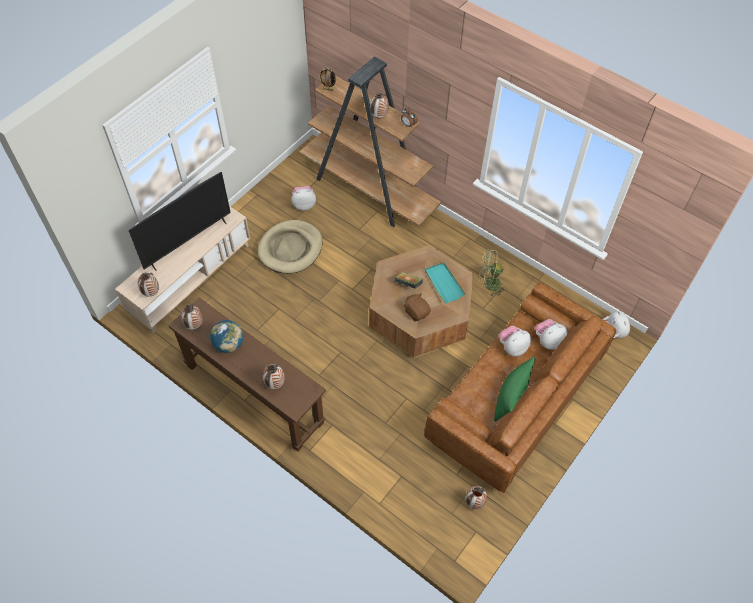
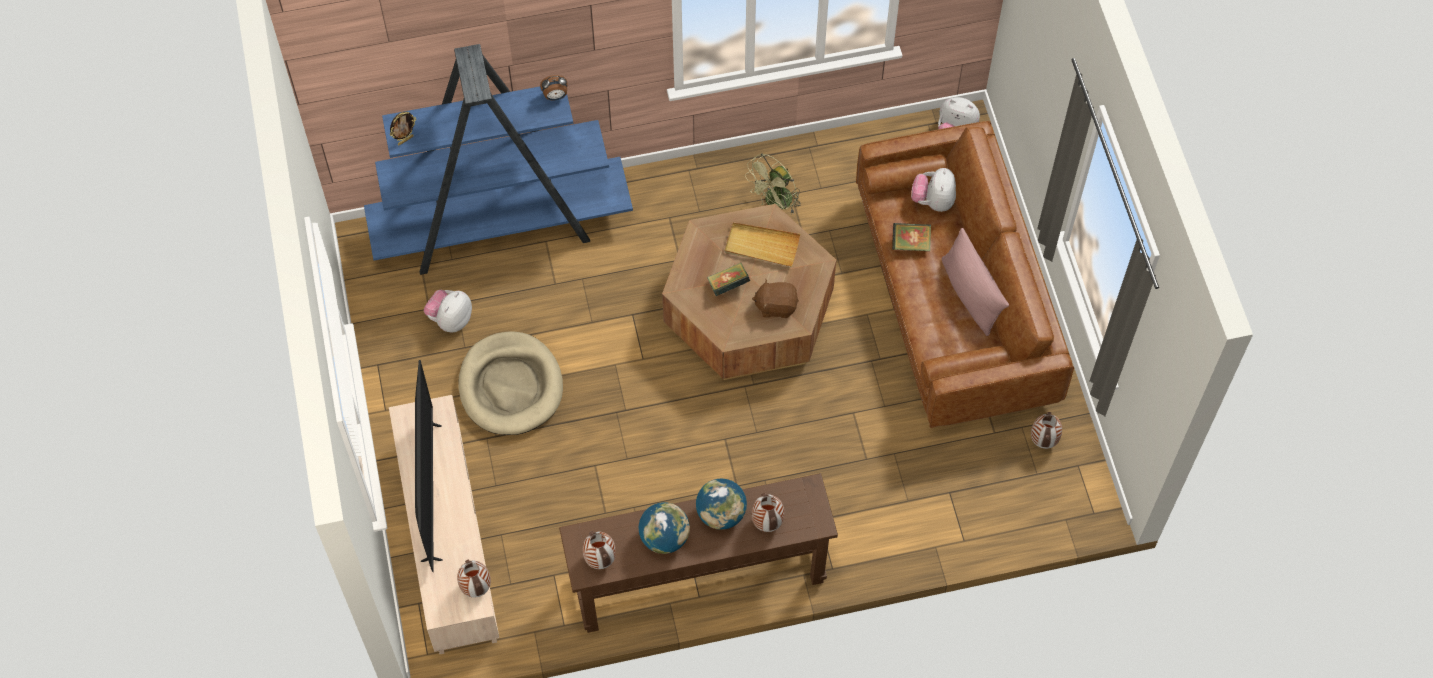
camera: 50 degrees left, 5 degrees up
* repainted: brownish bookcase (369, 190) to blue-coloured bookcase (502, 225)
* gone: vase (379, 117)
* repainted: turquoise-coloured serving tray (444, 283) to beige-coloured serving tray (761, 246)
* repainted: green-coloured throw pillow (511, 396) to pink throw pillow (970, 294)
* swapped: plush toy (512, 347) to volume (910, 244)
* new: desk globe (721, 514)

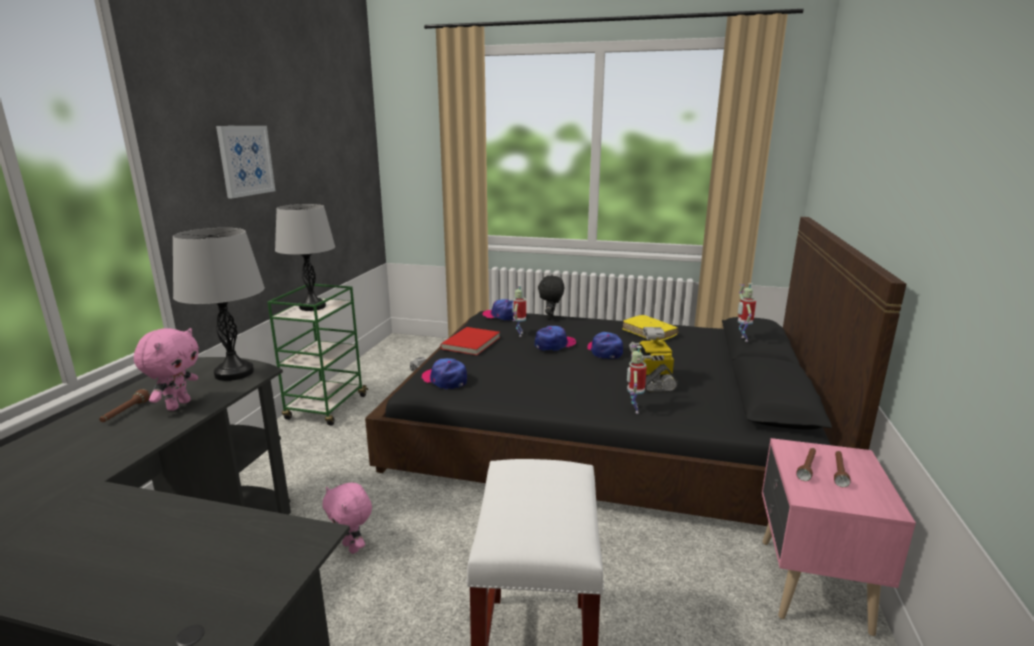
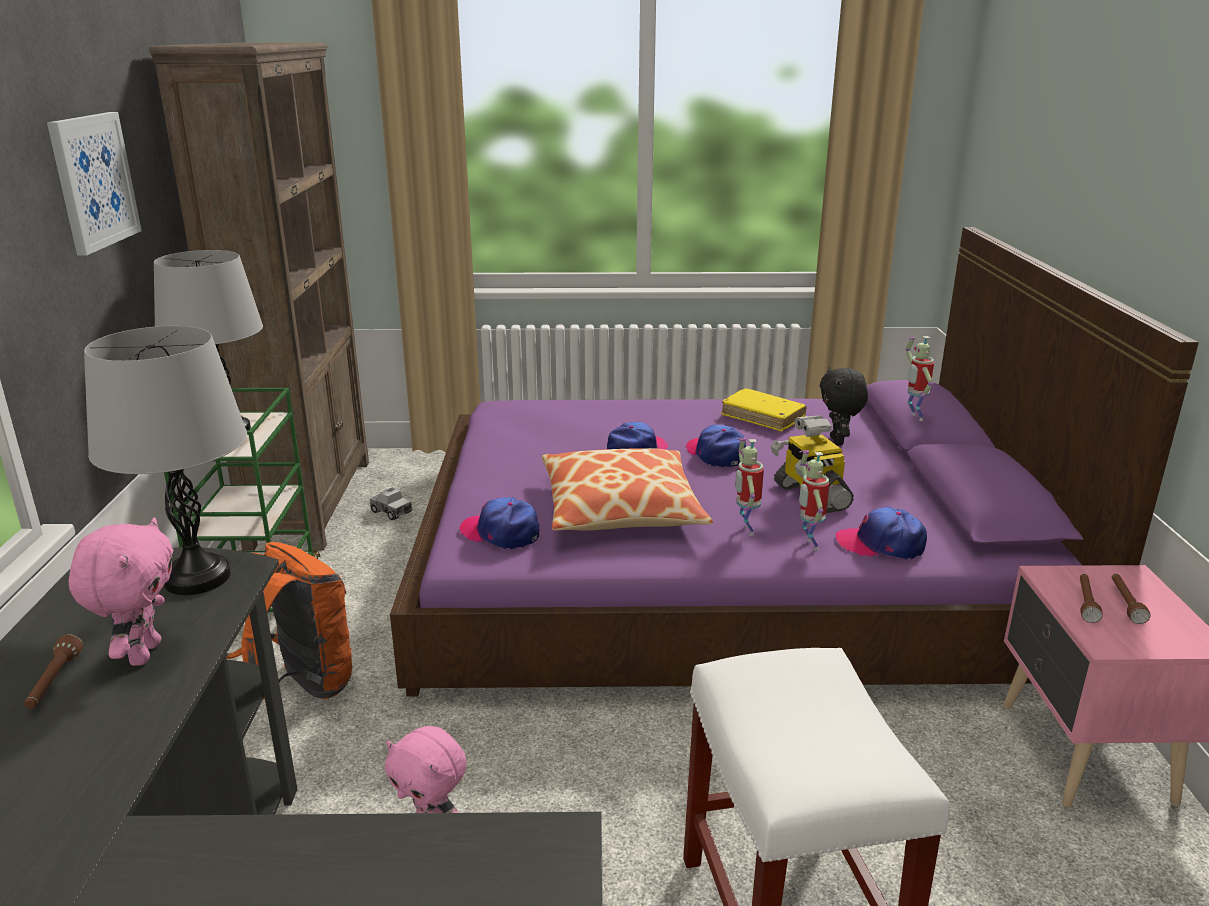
camera: 15 degrees left, 5 degrees up
* repainted: black sleeping bed (605, 427) to purple sleeping bed (723, 568)
* gone: red-coloured volume (472, 343)
* shifted: baseball cap (502, 315) to (881, 544)
* shifted: model robot (519, 334) to (745, 530)
* shifted: black plush toy (551, 318) to (838, 441)
* new: brownish bookcase (312, 502)
* new: orangey rucksack (300, 686)
* new: throw pillow (621, 508)

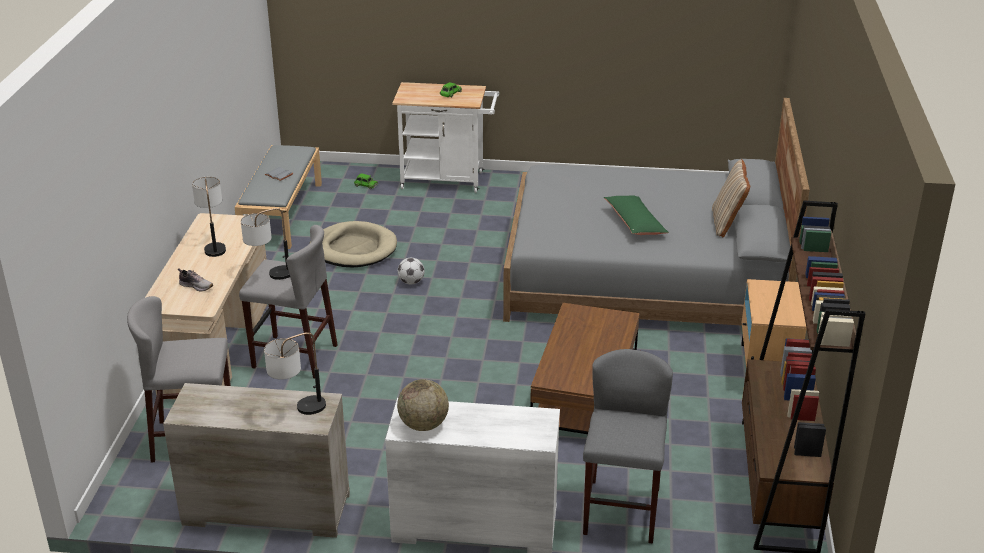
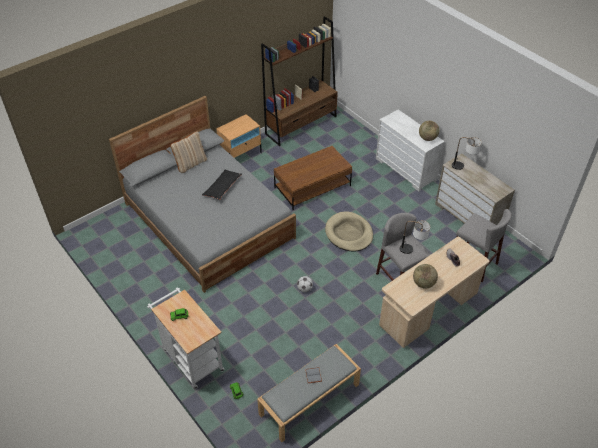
camera: 135 degrees left, 15 degrees up
* swapped: table lamp (214, 244) to desk globe (423, 283)
* shifted: beige-coloured dog cushion (353, 249) to (349, 233)
* gone: greyish sitting stool (621, 511)
* repainted: green-coloured throw pillow (635, 223) to black throw pillow (222, 188)

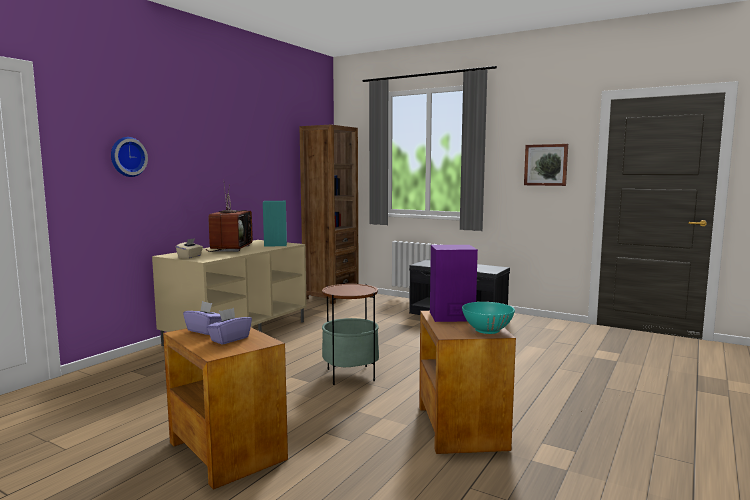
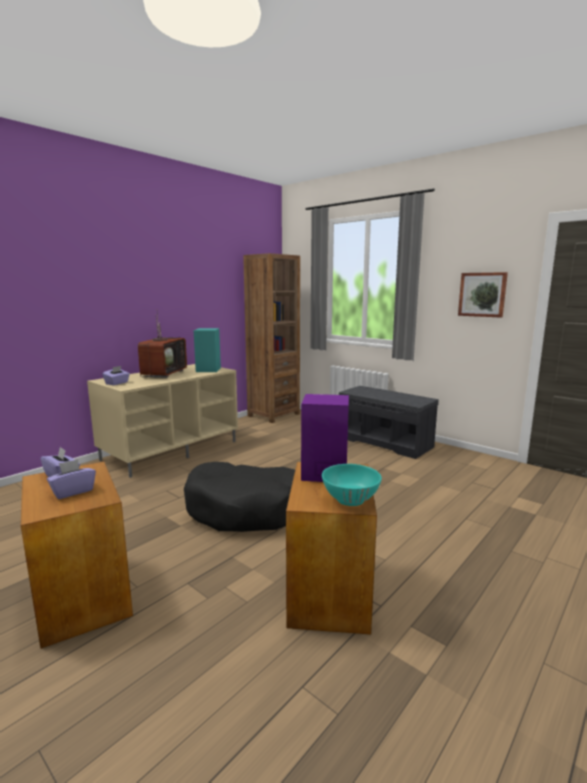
camera: 10 degrees right, 5 degrees up
* gone: wall clock (127, 157)
* repainted: beige-coloured tissue holder (190, 257) to purple tissue holder (117, 383)
* swapped: side table (350, 375) to black dog cushion (247, 509)

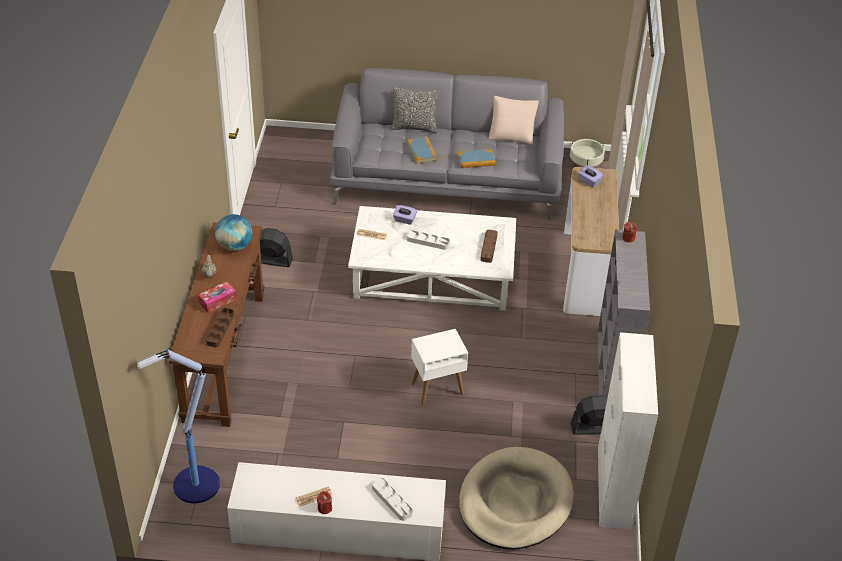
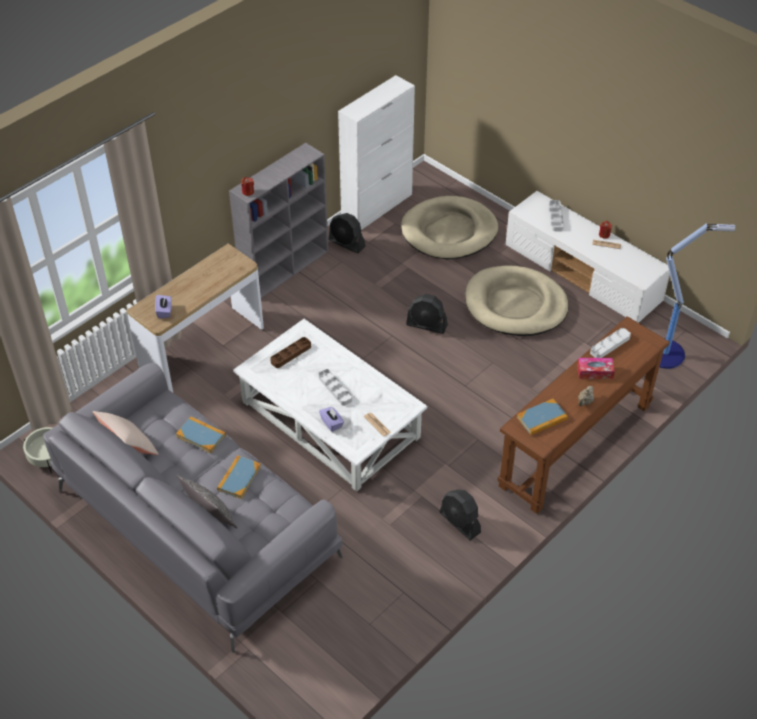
camera: 140 degrees left, 5 degrees up
* repainted: brownish serving tray (220, 329) to greyish serving tray (610, 345)
* swapped: desk globe (234, 246) to volume (542, 418)
* swapped: whitish side table (436, 389) to black electric fan (427, 325)
* new: beige-coloured dog cushion (515, 305)

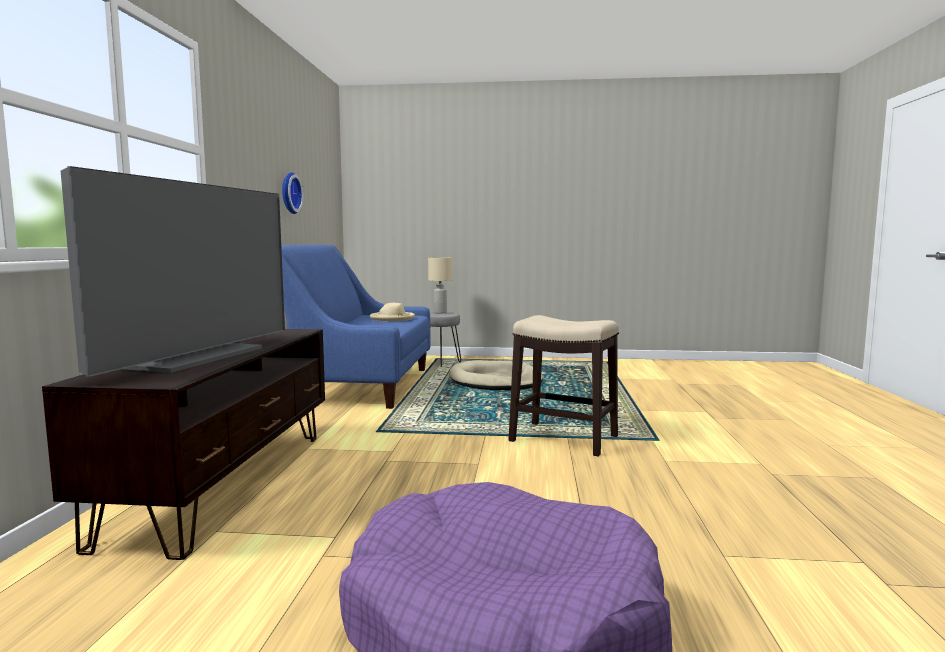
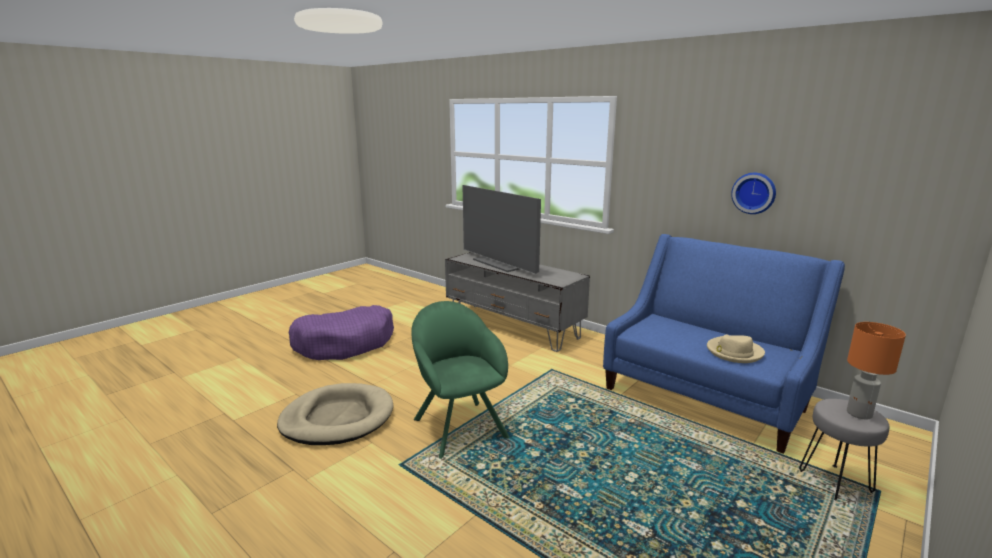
camera: 125 degrees right, 10 degrees up
* repainted: brownish tv stand (225, 483) to greyish tv stand (513, 326)
* repainted: beige-coloured table lamp (440, 312) to orangey table lamp (860, 414)
* shifted: beige-coloured dog cushion (495, 381) to (337, 418)
* swapped: sitting stool (562, 438) to green-coloured armchair (458, 425)

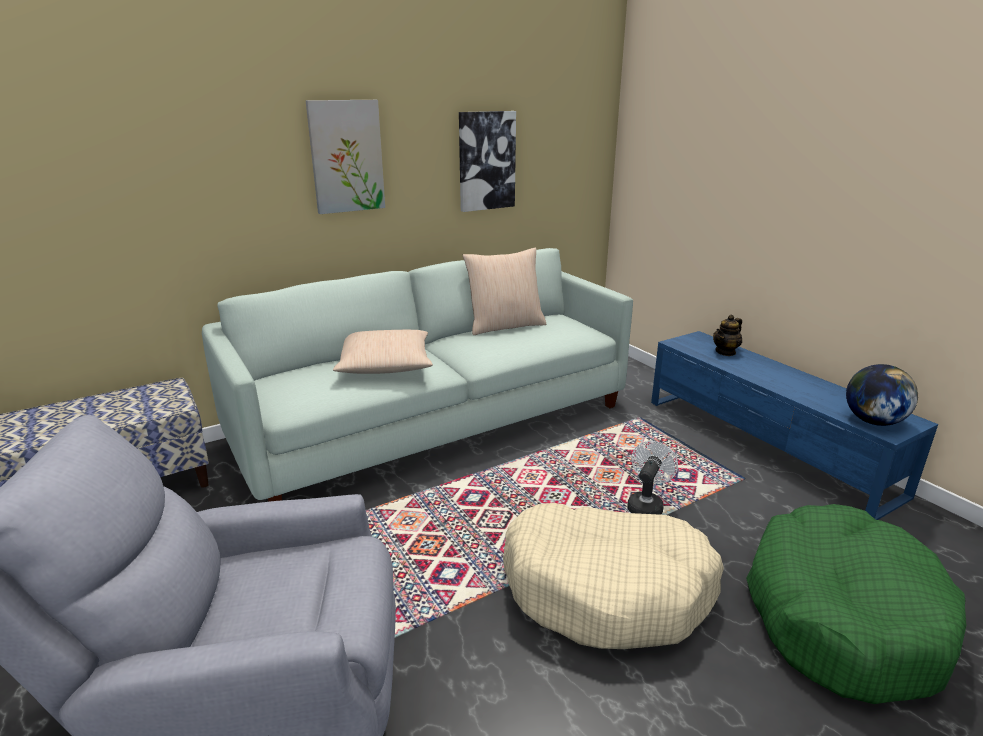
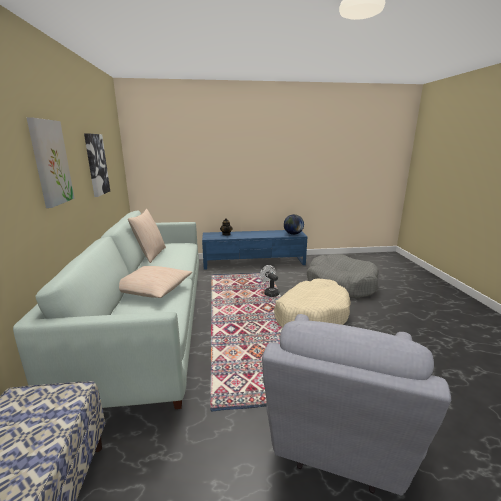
camera: 65 degrees left, 5 degrees down
* repainted: green-coloured dog cushion (841, 616) to greyish dog cushion (341, 284)

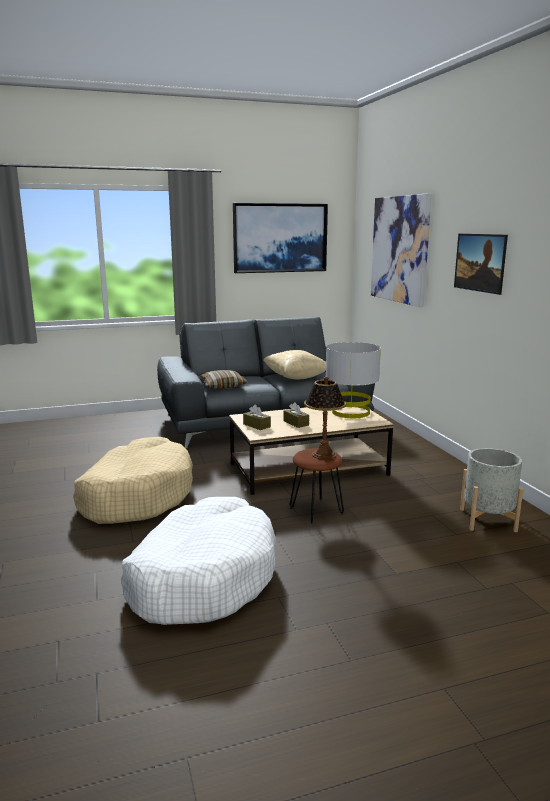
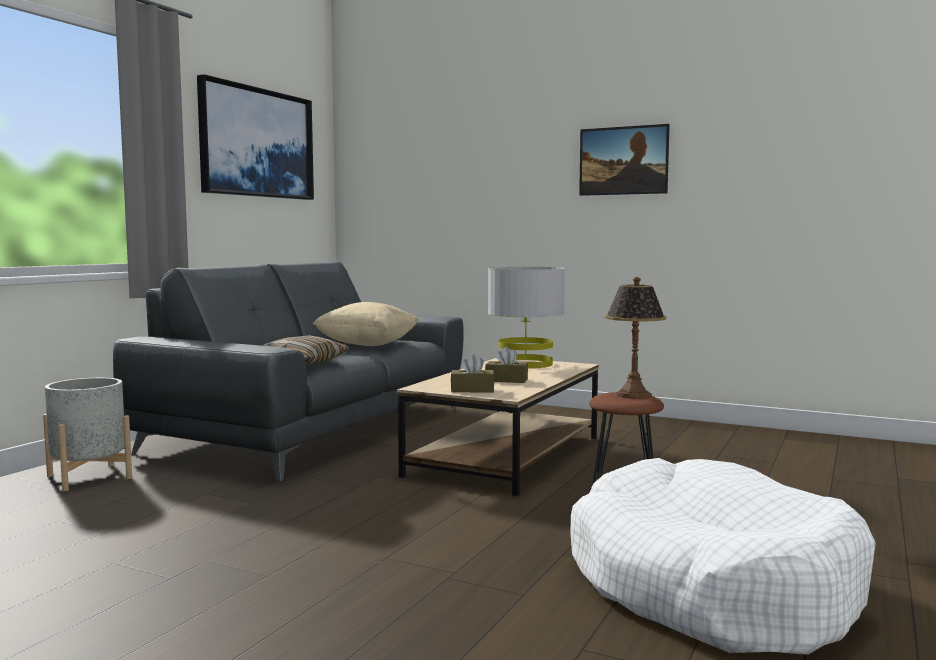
camera: 45 degrees left, 10 degrees down
* gone: beige-coloured dog cushion (136, 495)
* gone: picture (400, 249)
* shifted: greyish planter (487, 520) to (89, 477)

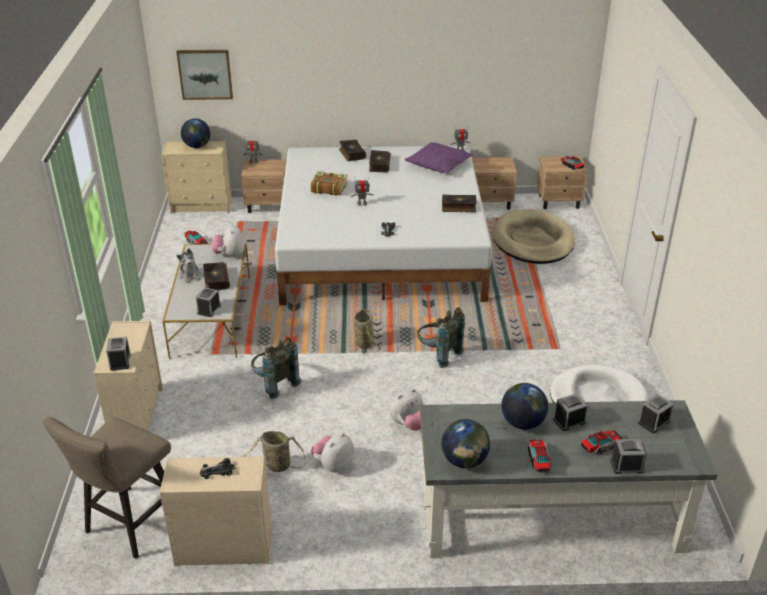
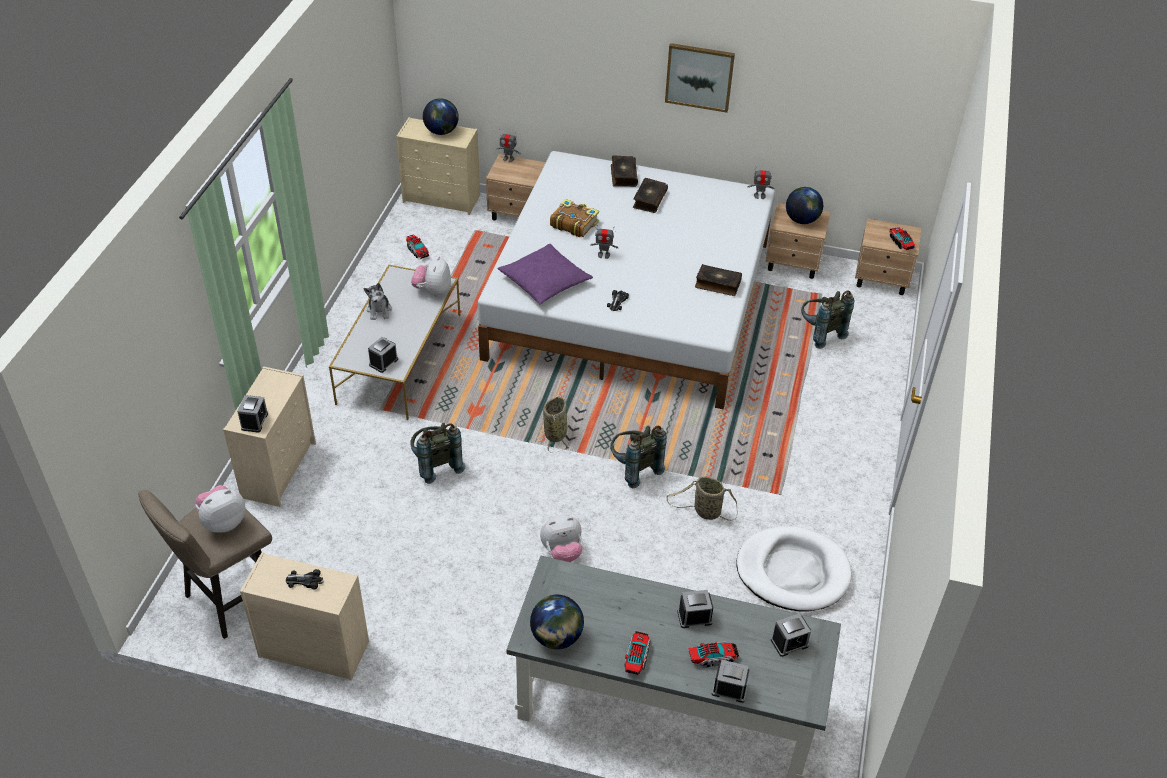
camera: 15 degrees right, 10 degrees up
* shifted: picture (205, 74) to (699, 77)
* gone: volume (216, 281)
* shifted: household basket (275, 466) to (705, 511)
* shifted: plush toy (333, 465) to (223, 522)
* shifted: purple throw pillow (438, 164) to (544, 281)
* swapped: beige-coloured dog cushion (532, 241) to greyish rucksack (819, 333)
* shifted: desk globe (522, 422) to (801, 220)

